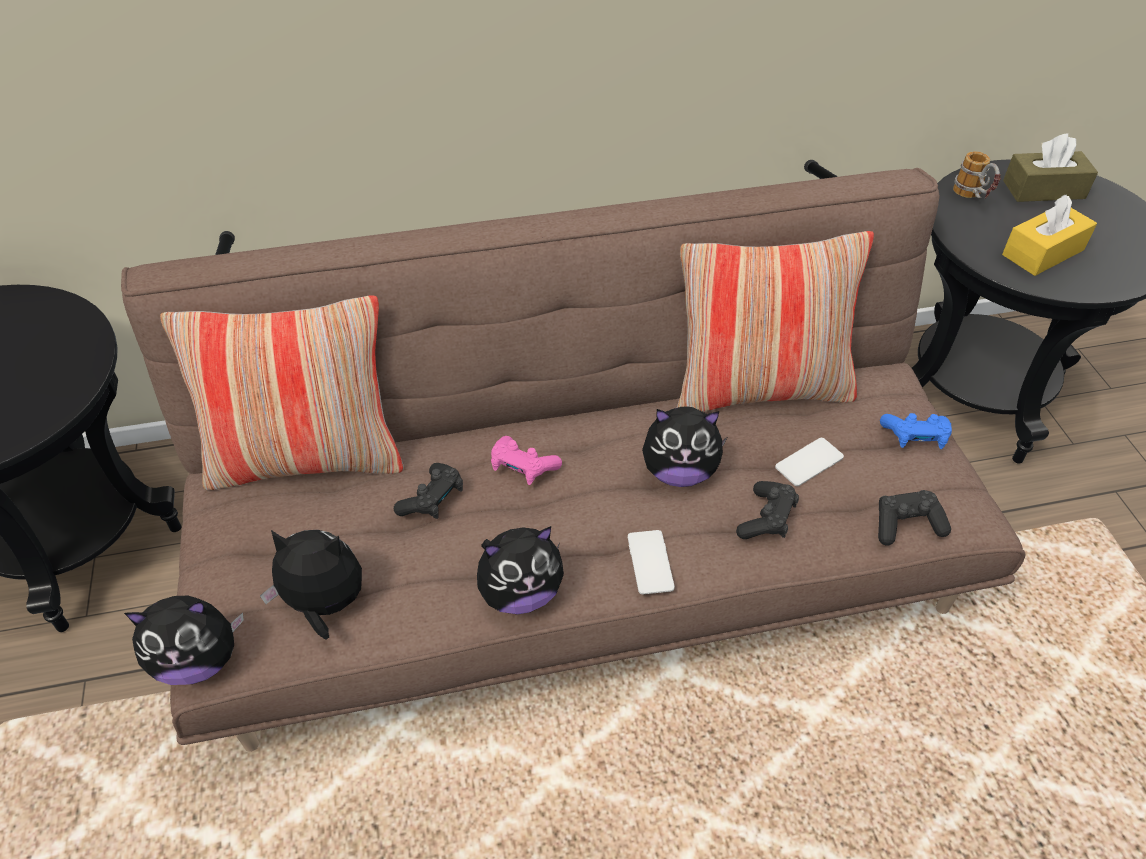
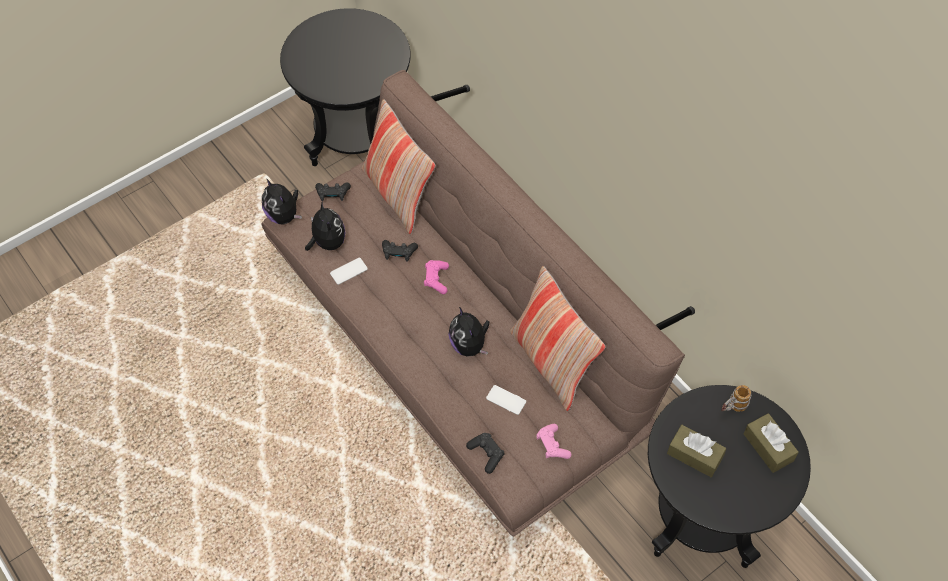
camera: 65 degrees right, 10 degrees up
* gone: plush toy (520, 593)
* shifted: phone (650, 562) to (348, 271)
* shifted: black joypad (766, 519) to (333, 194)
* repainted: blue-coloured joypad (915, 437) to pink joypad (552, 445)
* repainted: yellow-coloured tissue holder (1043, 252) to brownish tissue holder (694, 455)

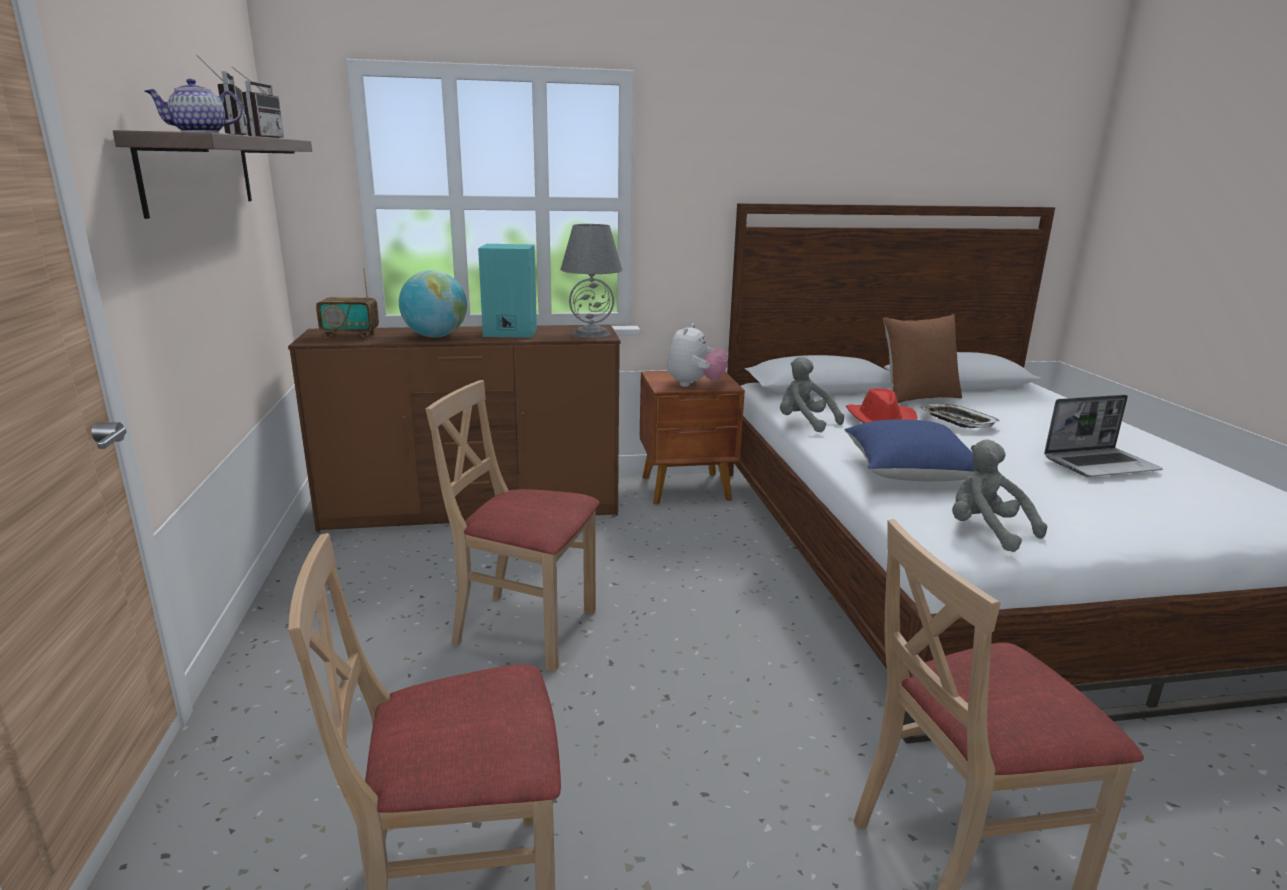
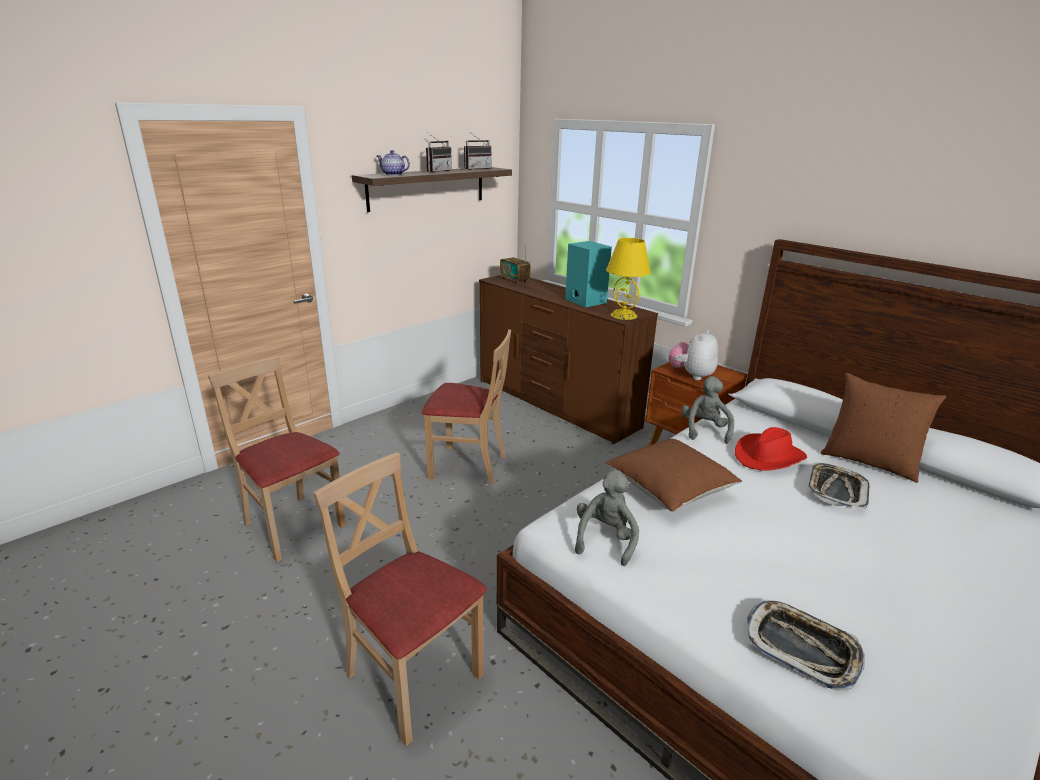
camera: 55 degrees right, 5 degrees up
* gone: desk globe (435, 336)
* rotated: beige-coloured upright chair (525, 628) = (468, 466) 120 degrees clockwise
* repainted: greyish table lamp (592, 333) to yellow-coloured table lamp (624, 315)
* rotated: plush toy (694, 384) = (691, 375) 135 degrees clockwise
* repainted: blue-coloured throw pillow (909, 473) to brownish throw pillow (669, 489)
* gone: laptop (1101, 464)
* new: serving tray (801, 648)

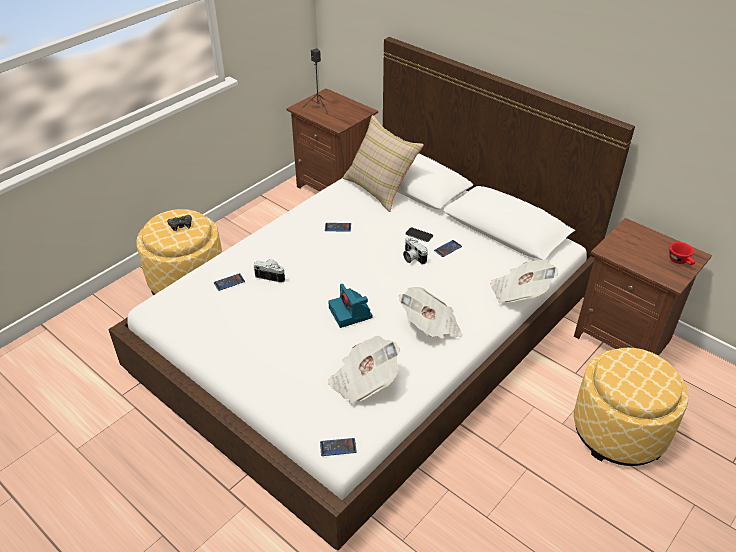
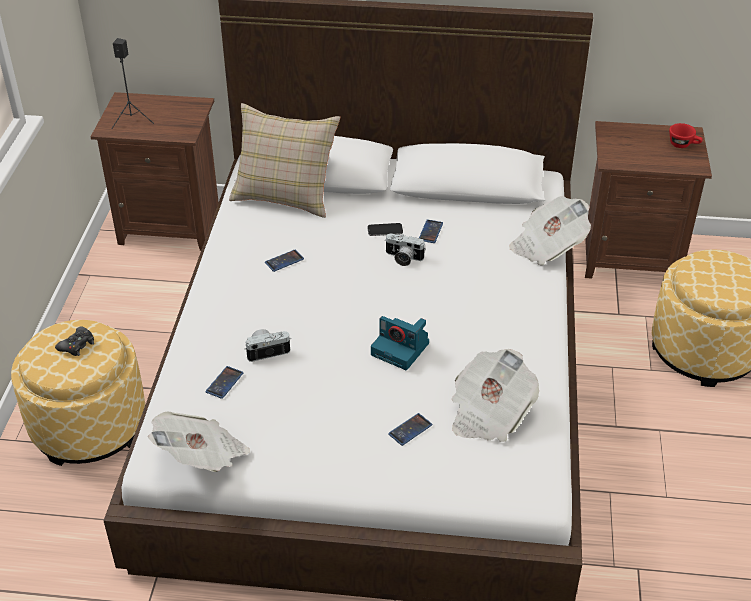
camera: 35 degrees left, 0 degrees up
* shifted: phone (338, 447) to (410, 429)
* shifted: printed paper (430, 326) to (202, 457)

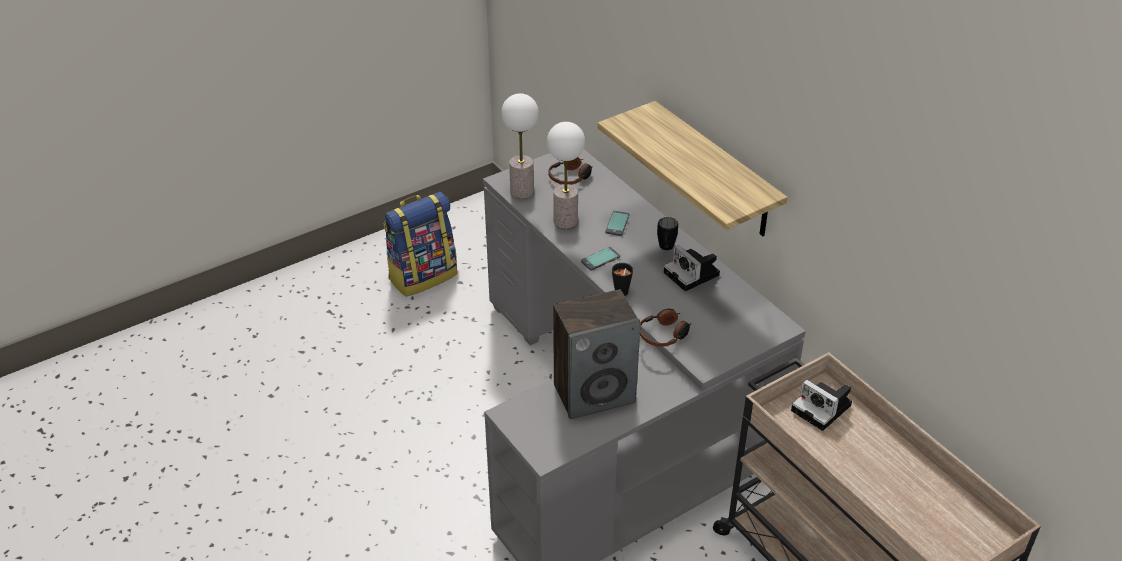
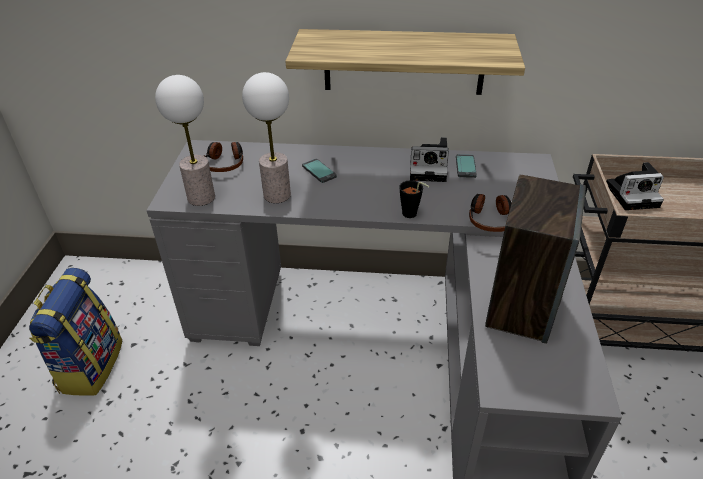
camera: 50 degrees left, 0 degrees up
* shifted: phone (600, 259) to (466, 166)
* gone: black coffee mug (665, 249)

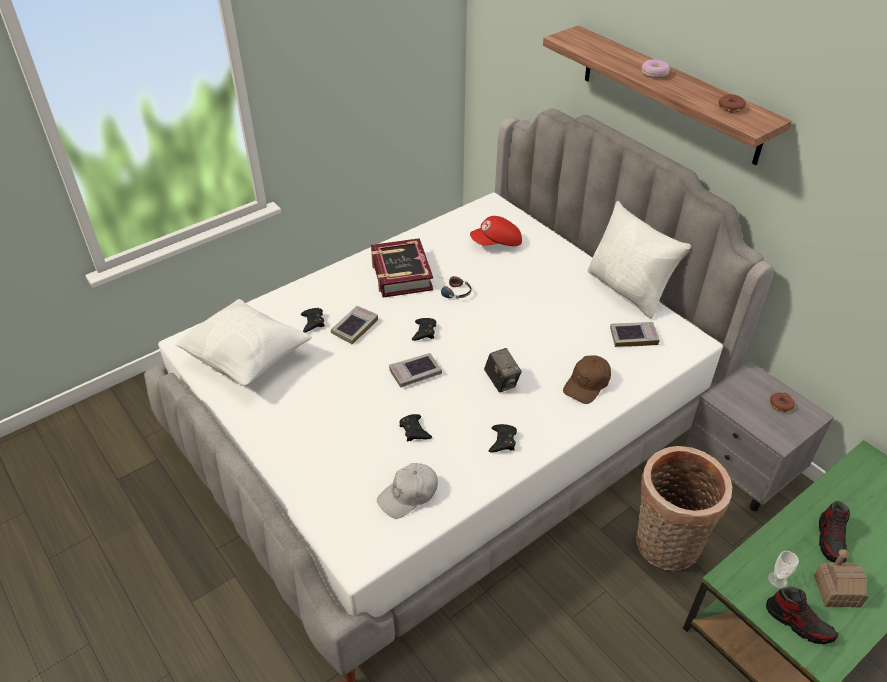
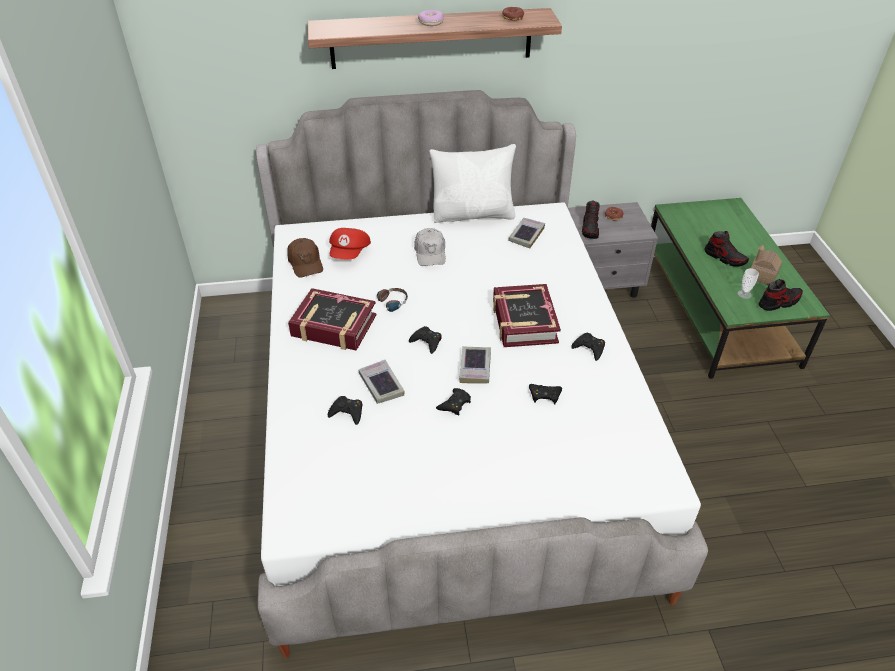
camera: 60 degrees left, 0 degrees up
* gone: whitish throw pillow (247, 360)
* shifted: whitish baseball cap (408, 495) to (430, 253)
* swapped: still camera (501, 382) to volume (523, 322)
* shifted: brownish baseball cap (587, 384) to (305, 263)
* gone: household basket (665, 547)
* new: black joypad (454, 404)
* new: item of footwear (590, 229)

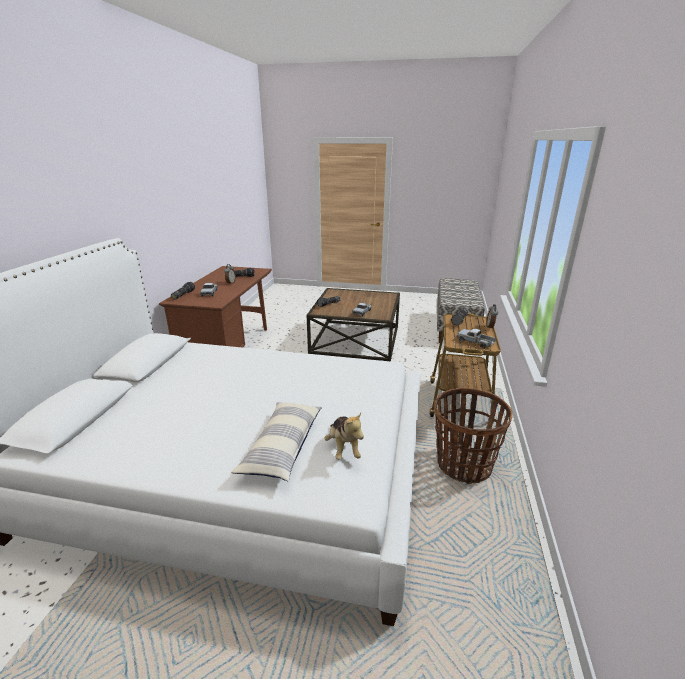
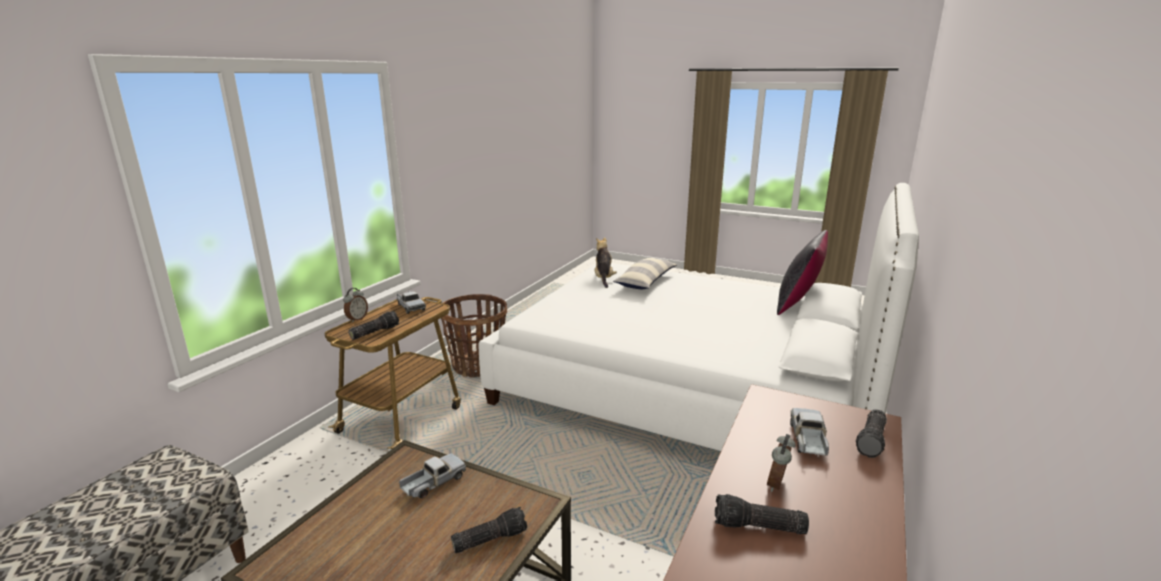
camera: 165 degrees left, 5 degrees down
* new: black throw pillow (798, 304)

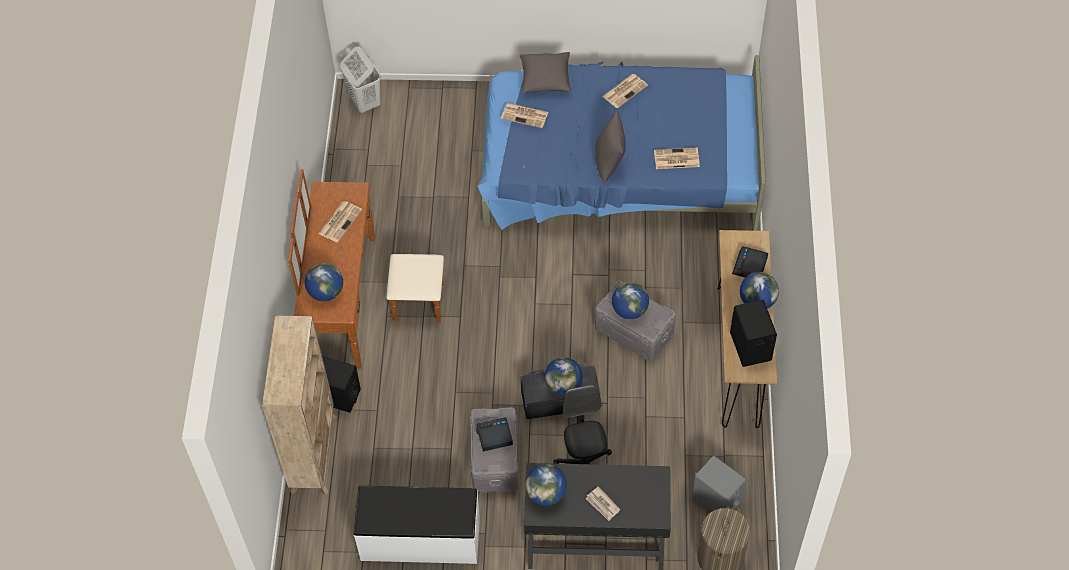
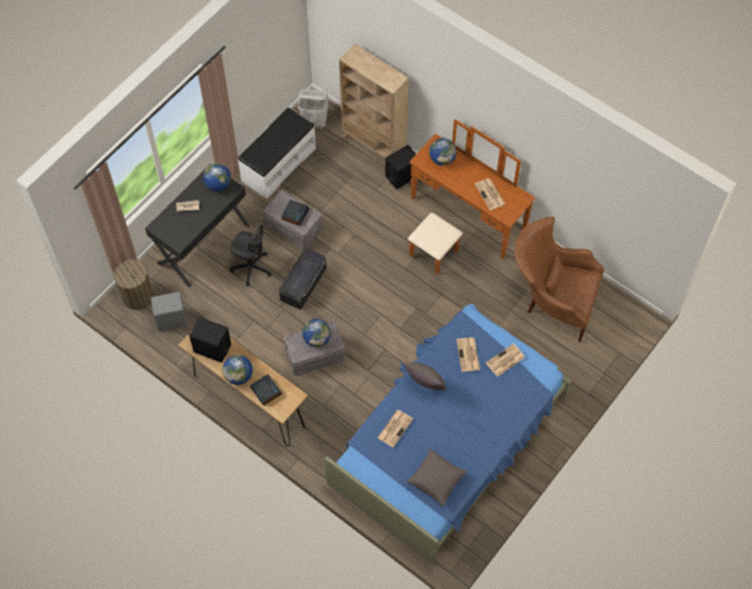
camera: 125 degrees right, 5 degrees up
* shifted: whitish hamper (364, 102) to (315, 121)
* shifted: greyish throw pillow (545, 79) to (436, 480)
* gone: desk globe (563, 385)
* shifted: printed paper (625, 90) to (468, 355)
* new: brownish armchair (551, 301)

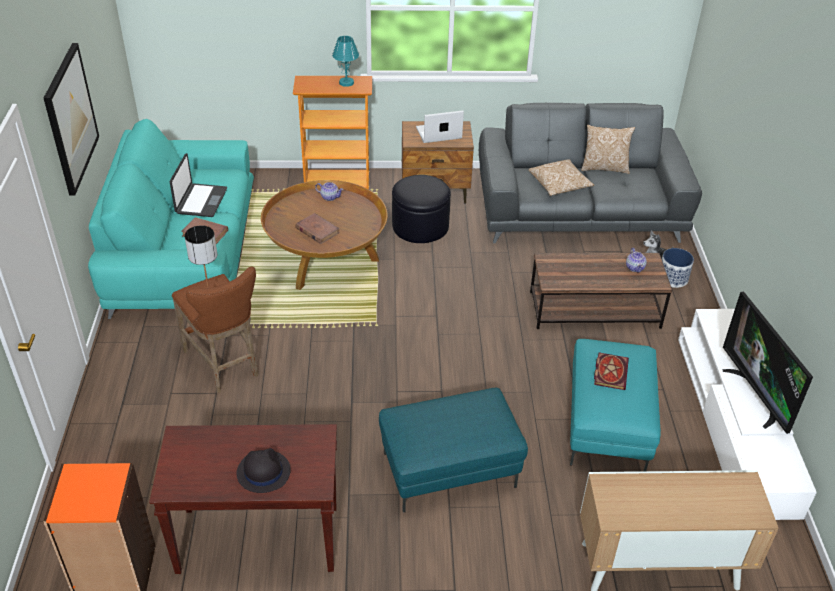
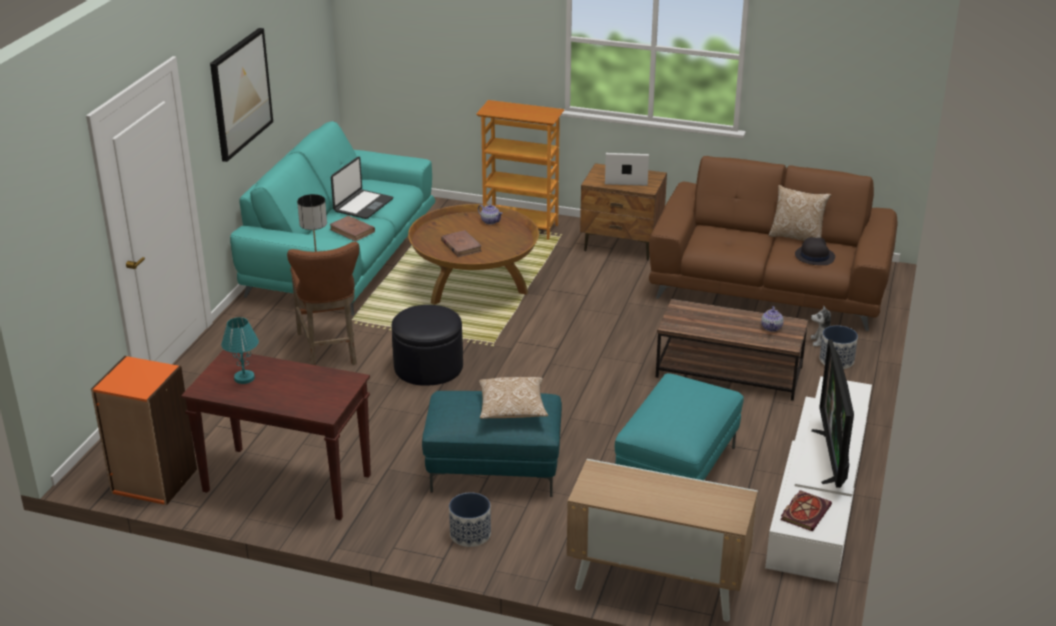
camera: 20 degrees right, 10 degrees down
* shifted: black wearable hat (263, 472) to (814, 256)
* shifted: turquoise-coloured table lamp (346, 83) to (244, 378)
* shifted: black footrest (420, 226) to (428, 367)
* repainted: greyish sofa (579, 211) to brownish sofa (770, 286)
* shifted: throw pillow (559, 185) to (512, 409)
* shifted: volume (610, 371) to (805, 511)
* new: planter (470, 534)

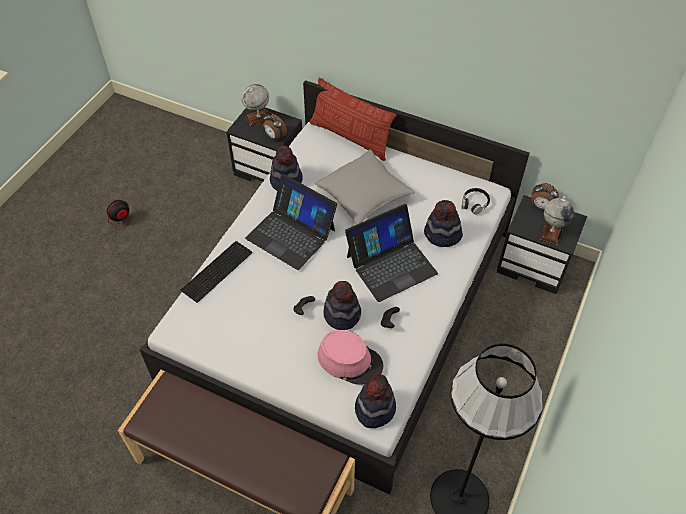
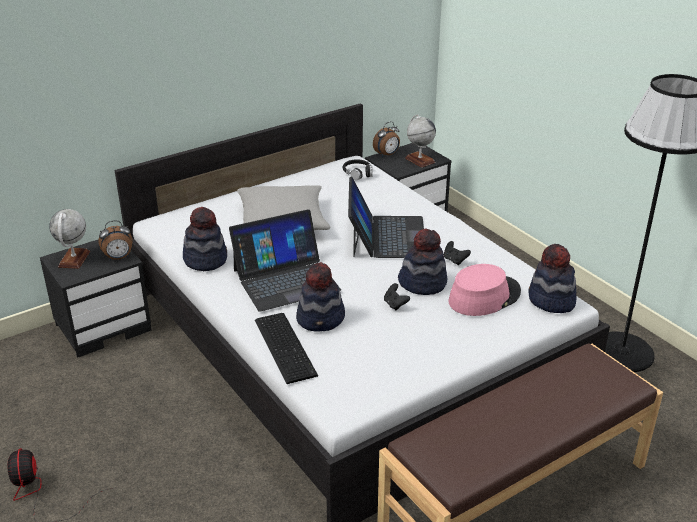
camera: 60 degrees left, 20 degrees down
* gone: throw pillow (350, 137)
* shifted: wearable hat (442, 235) to (321, 319)

